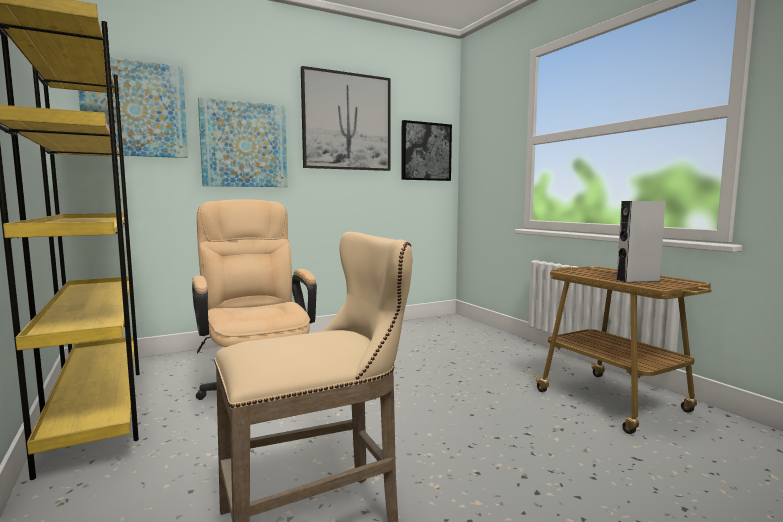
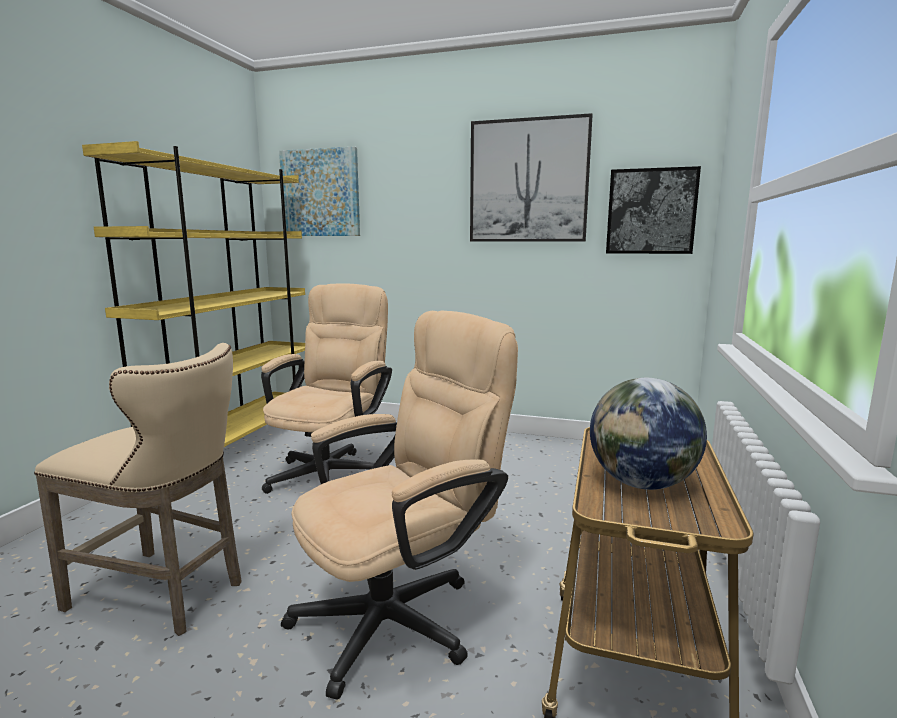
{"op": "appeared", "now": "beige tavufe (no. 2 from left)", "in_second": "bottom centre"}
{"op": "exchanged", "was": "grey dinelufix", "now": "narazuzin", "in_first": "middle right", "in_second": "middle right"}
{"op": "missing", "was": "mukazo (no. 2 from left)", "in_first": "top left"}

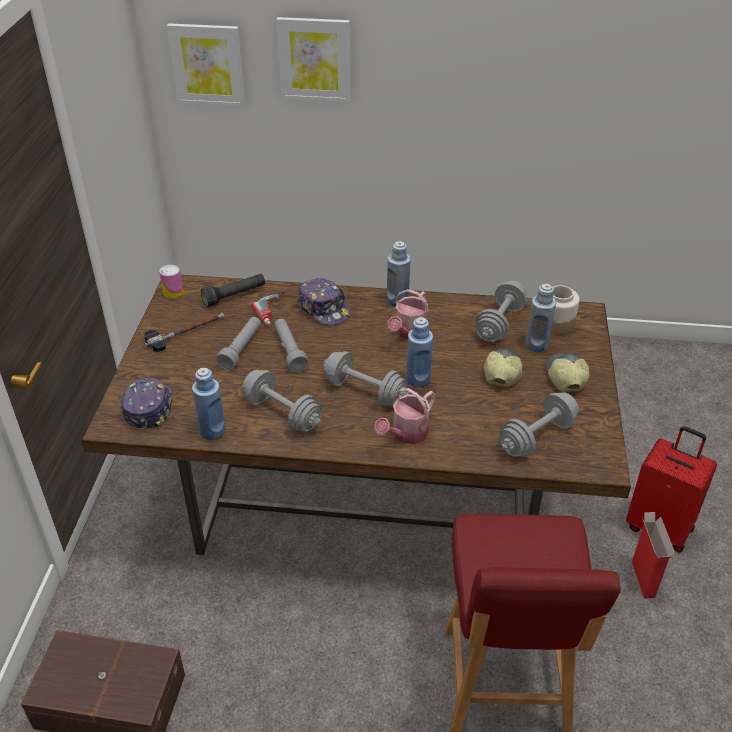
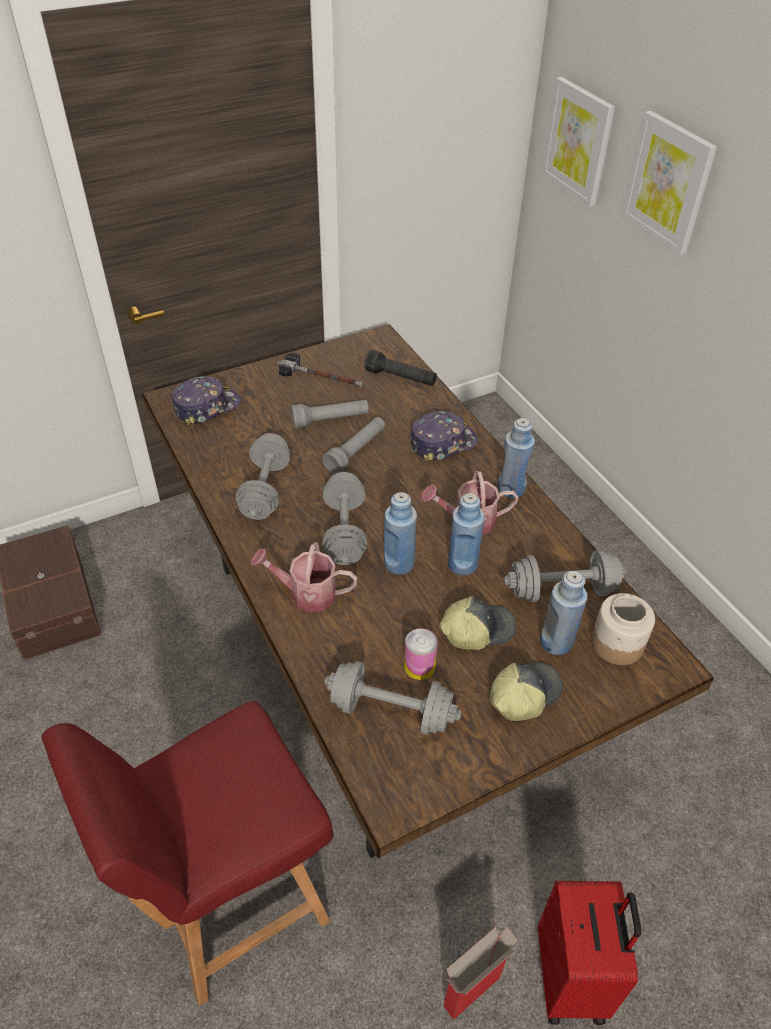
{"op": "relocated", "was": "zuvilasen", "in_first": "middle left", "in_second": "centre"}
{"op": "spun", "was": "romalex (no. 2 from left)", "in_first": "centre", "in_second": "centre", "clockwise": -135}
{"op": "relocated", "was": "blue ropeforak (no. 1 from left in the first image)", "now": "blue ropeforak (no. 2 from left)", "in_first": "middle left", "in_second": "centre"}
{"op": "missing", "was": "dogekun", "in_first": "centre"}

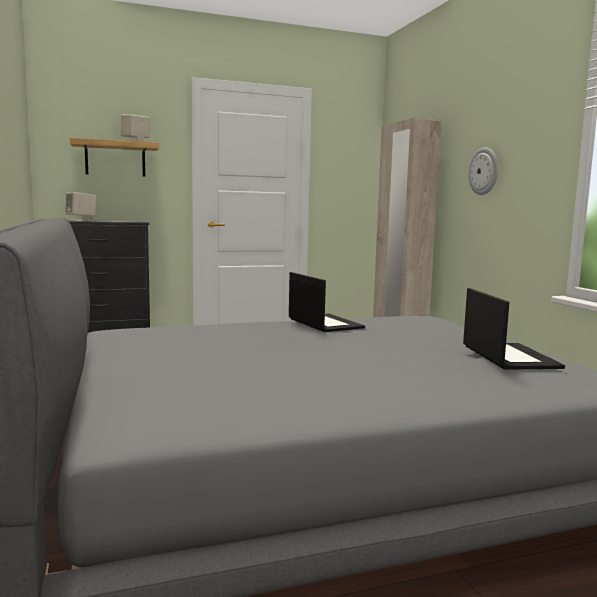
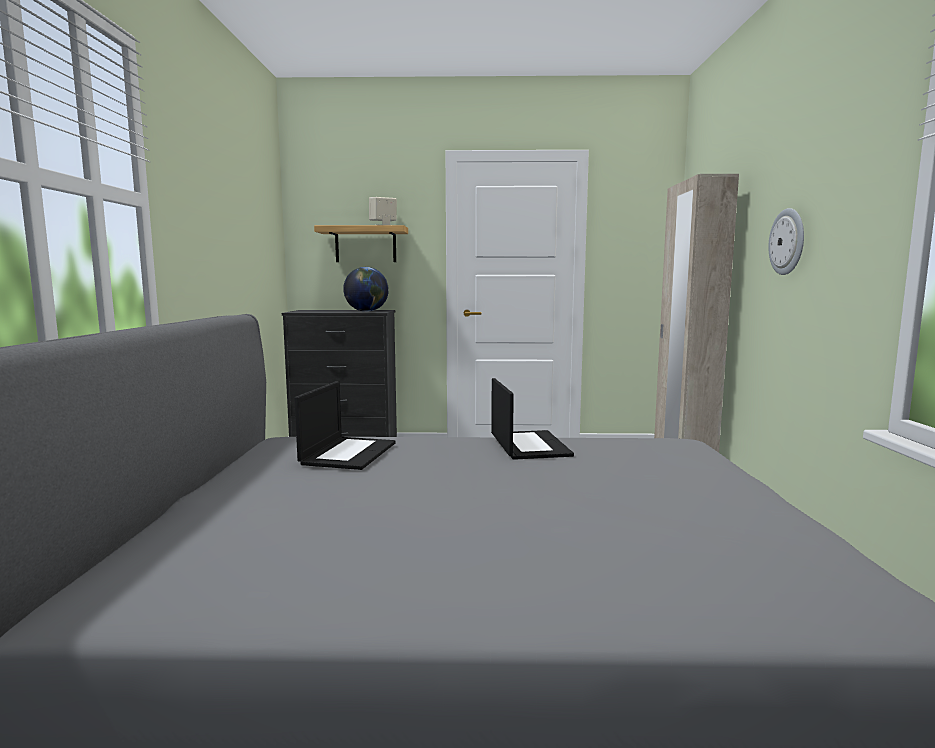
{"op": "relocated", "was": "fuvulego (no. 2 from left in the first image)", "now": "fuvulego (no. 1 from left)", "in_first": "middle right", "in_second": "centre"}
{"op": "appeared", "now": "narazuzin", "in_second": "centre"}
{"op": "missing", "was": "beige dinelufix (no. 1 from left)", "in_first": "middle left"}

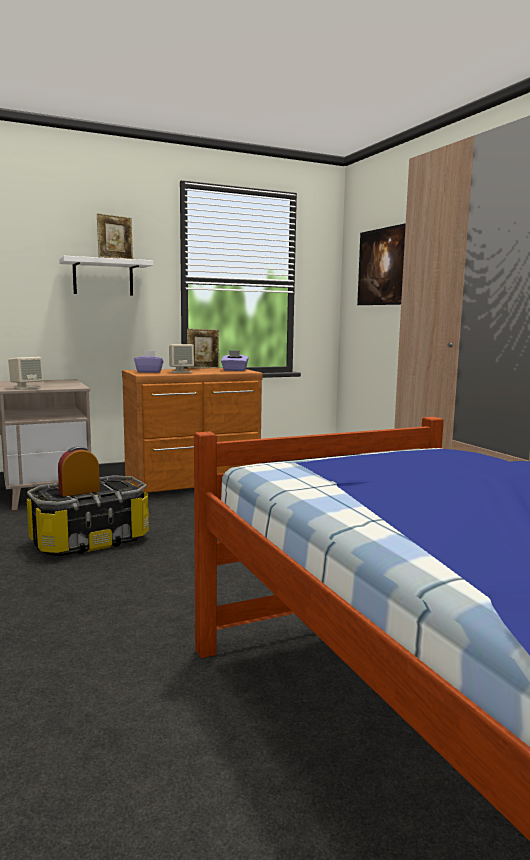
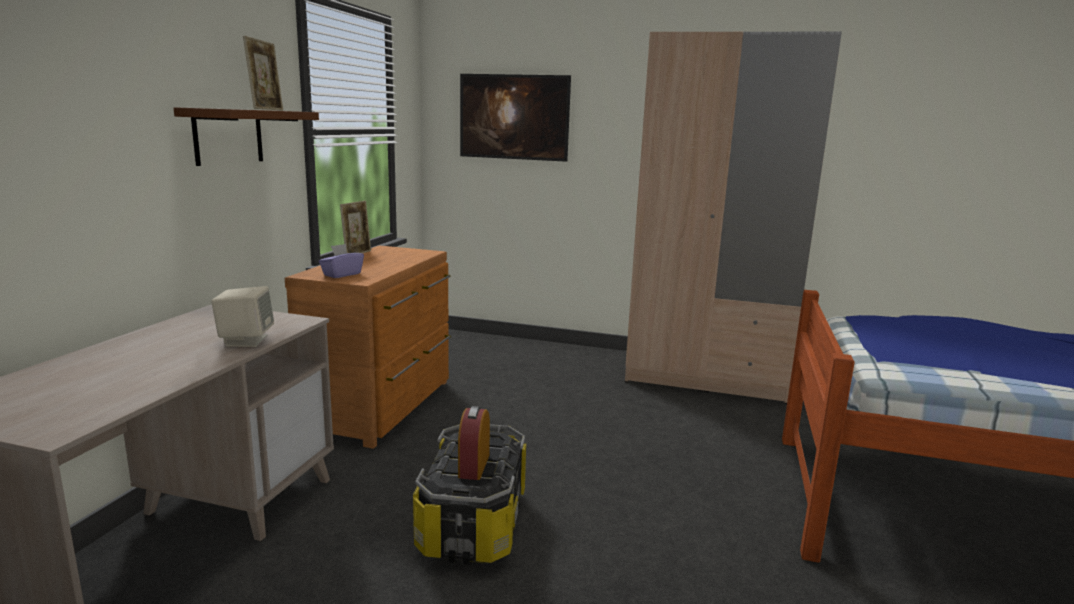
{"op": "colour", "was": "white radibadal", "now": "brown radibadal", "in_first": "top left", "in_second": "top left"}
{"op": "missing", "was": "beige dinelufix (no. 2 from left)", "in_first": "centre"}
{"op": "missing", "was": "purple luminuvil (no. 2 from left)", "in_first": "centre"}

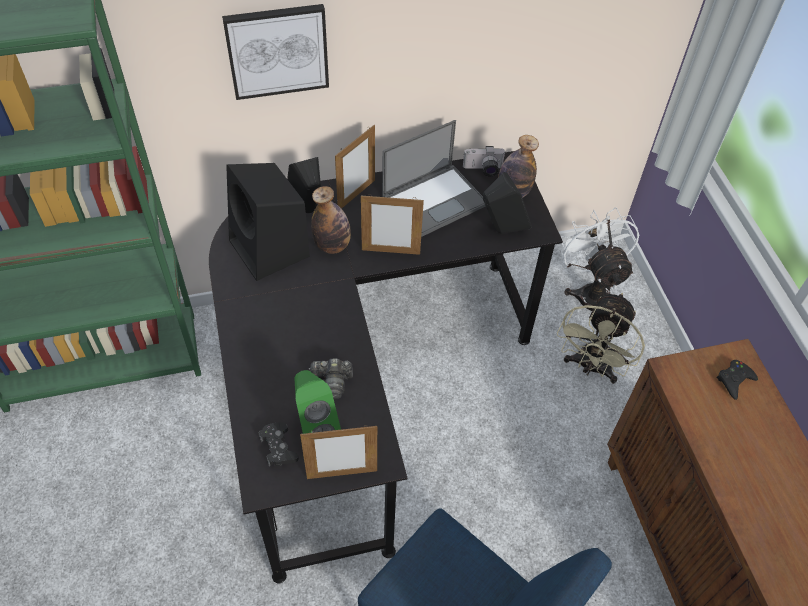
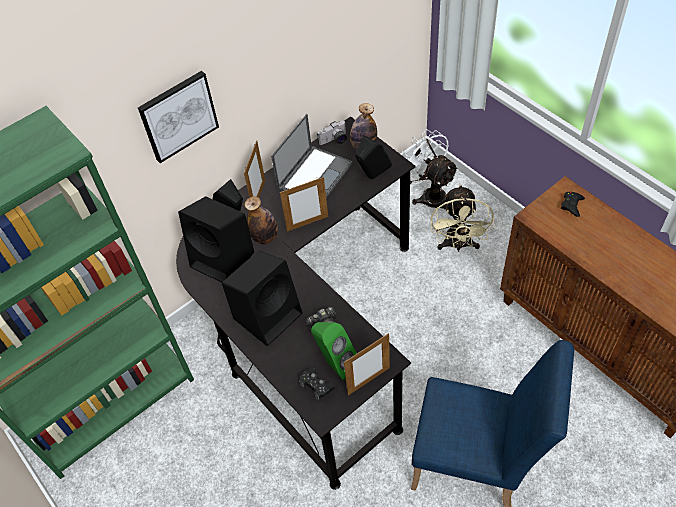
{"op": "appeared", "now": "black dinelufix (no. 3 from left)", "in_second": "centre"}

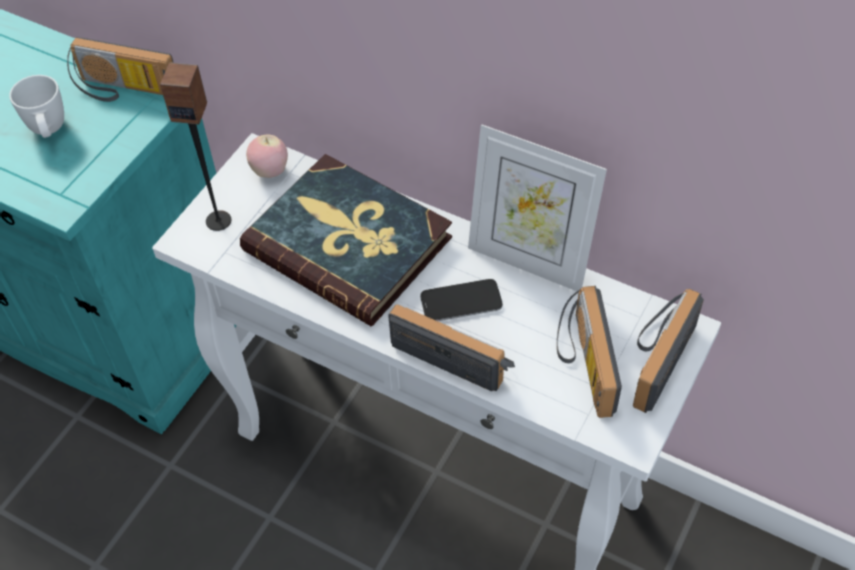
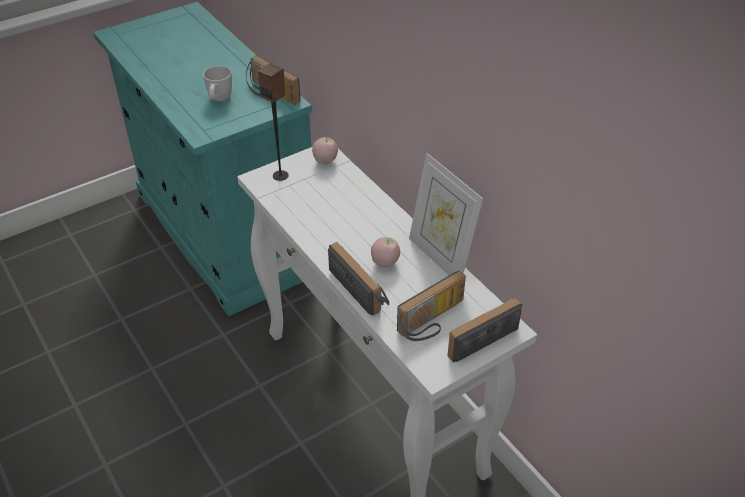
{"op": "exchanged", "was": "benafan", "now": "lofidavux (no. 2 from left)", "in_first": "centre", "in_second": "centre"}
{"op": "spun", "was": "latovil (no. 3 from left)", "in_first": "middle right", "in_second": "centre", "clockwise": -150}
{"op": "missing", "was": "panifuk", "in_first": "centre"}

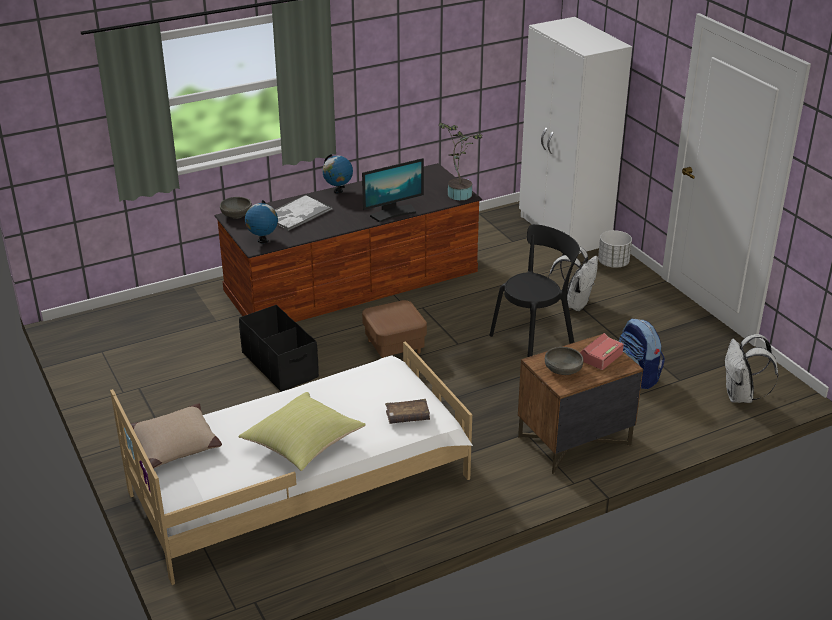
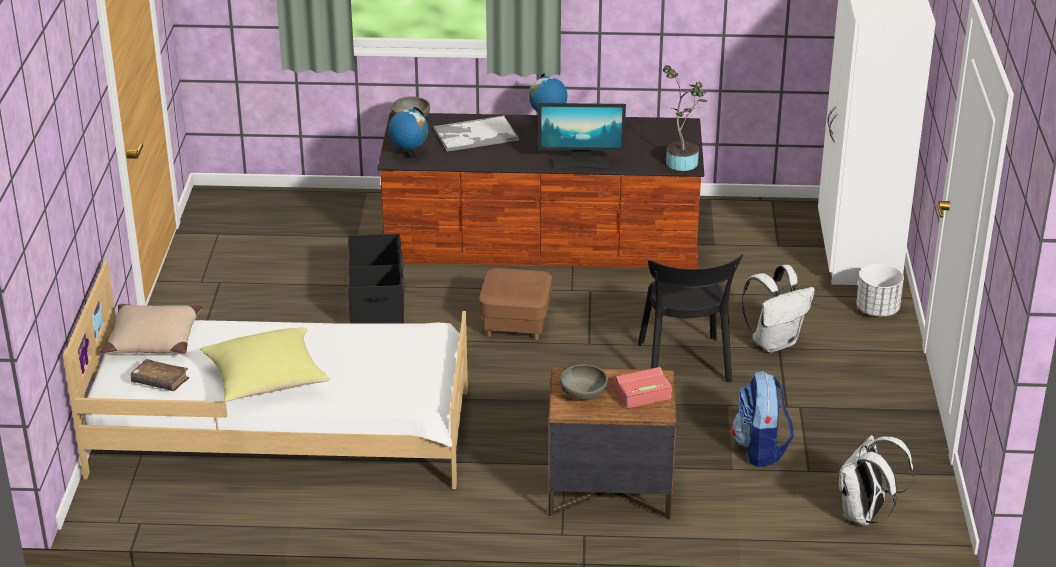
{"op": "relocated", "was": "brown panifuk", "in_first": "centre", "in_second": "middle left"}
{"op": "spun", "was": "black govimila", "in_first": "centre", "in_second": "centre", "clockwise": 90}

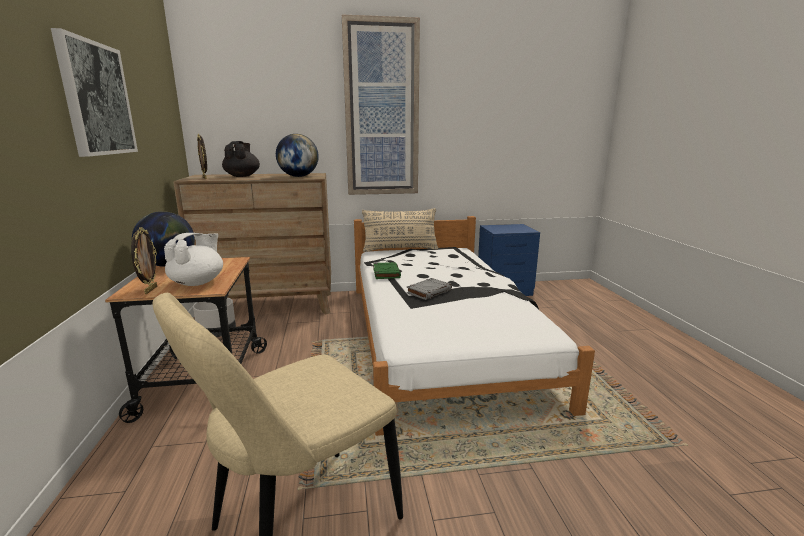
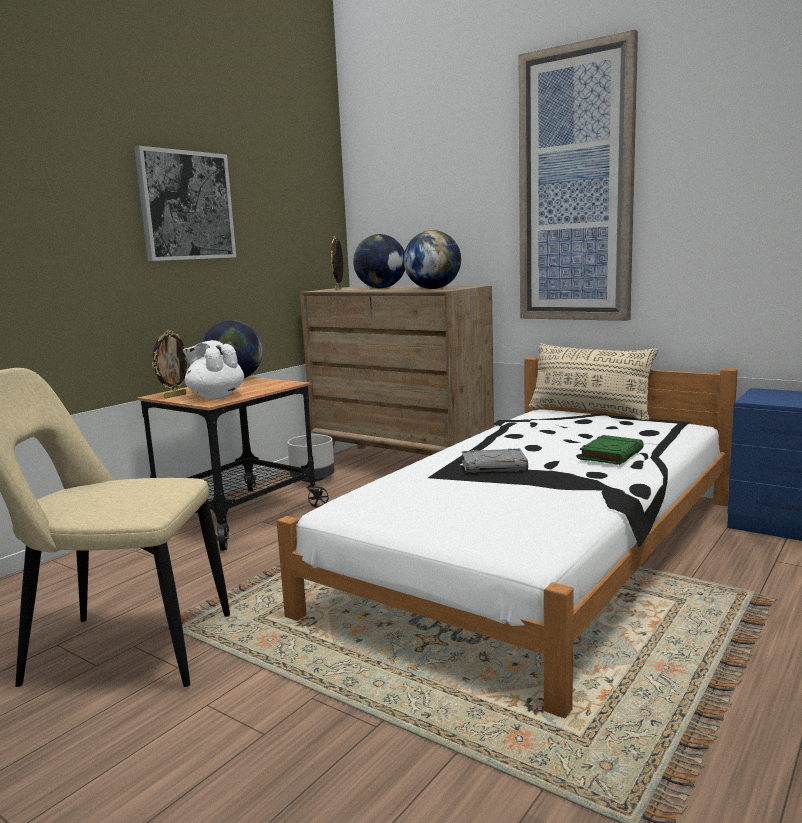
{"op": "spun", "was": "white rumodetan", "in_first": "middle left", "in_second": "middle left", "clockwise": -120}
{"op": "exchanged", "was": "black rumodetan", "now": "narazuzin (no. 2 from left)", "in_first": "top left", "in_second": "top centre"}
{"op": "relocated", "was": "green panifuk", "in_first": "centre", "in_second": "middle right"}

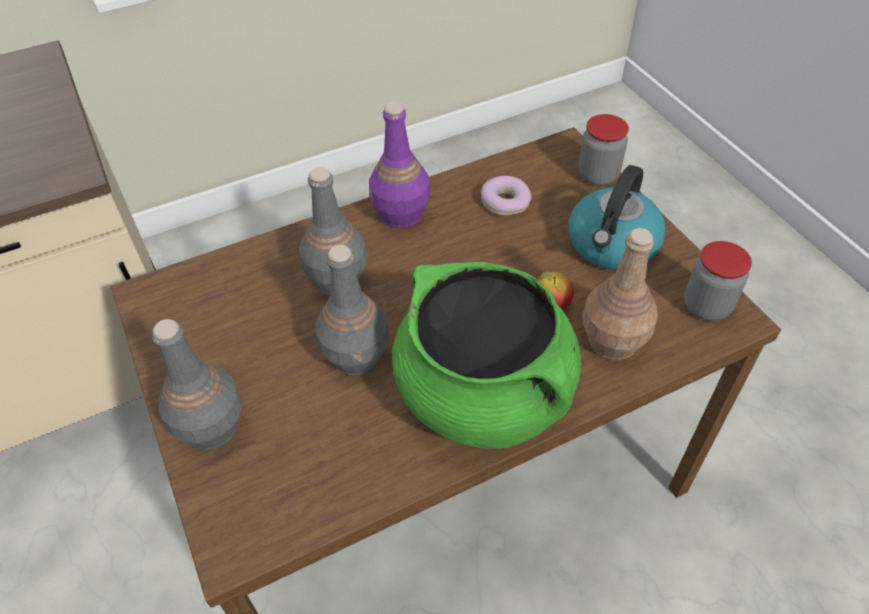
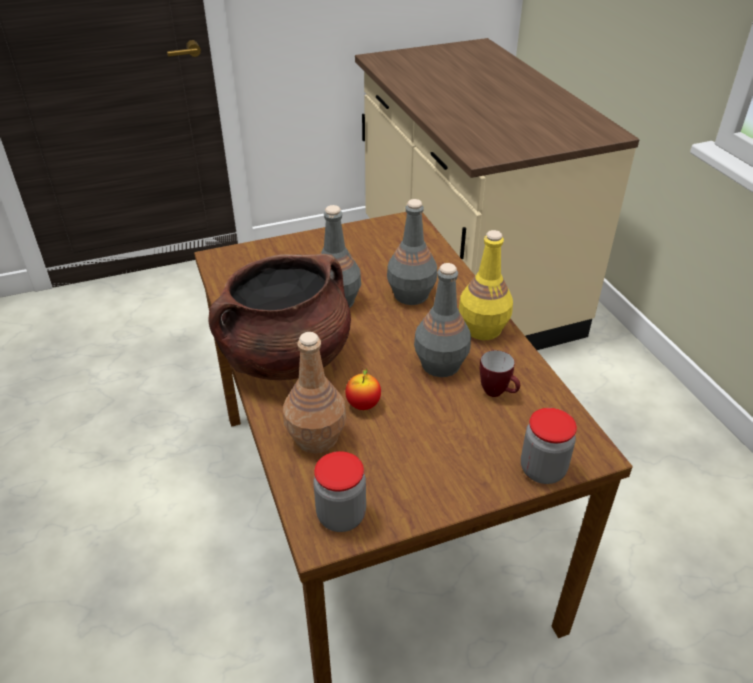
{"op": "colour", "was": "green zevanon", "now": "brown zevanon", "in_first": "centre", "in_second": "centre"}
{"op": "relocated", "was": "grey ropeforak (no. 1 from left in the first image)", "now": "grey ropeforak (no. 3 from left)", "in_first": "middle left", "in_second": "centre"}
{"op": "colour", "was": "purple ropeforak", "now": "yellow ropeforak", "in_first": "top centre", "in_second": "centre"}
{"op": "exchanged", "was": "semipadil", "now": "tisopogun", "in_first": "top centre", "in_second": "centre"}
{"op": "missing", "was": "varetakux", "in_first": "middle right"}

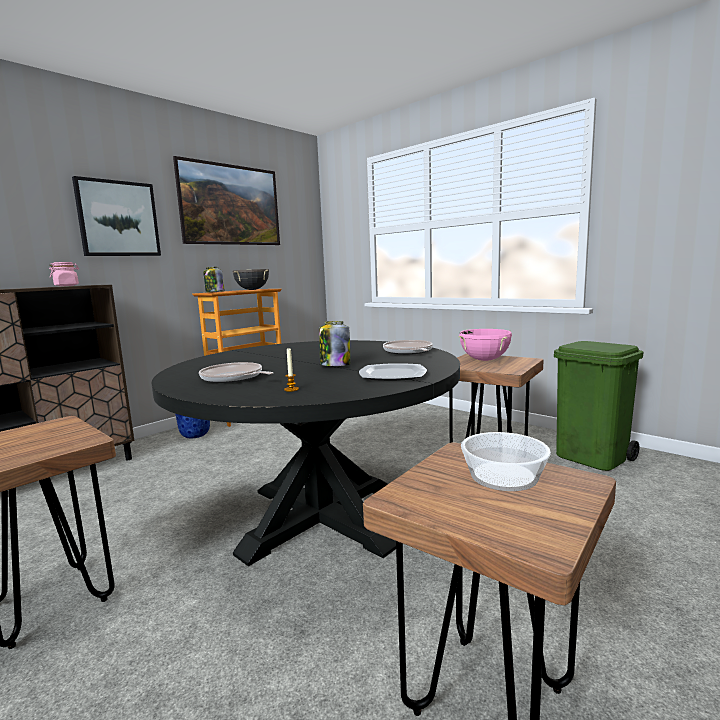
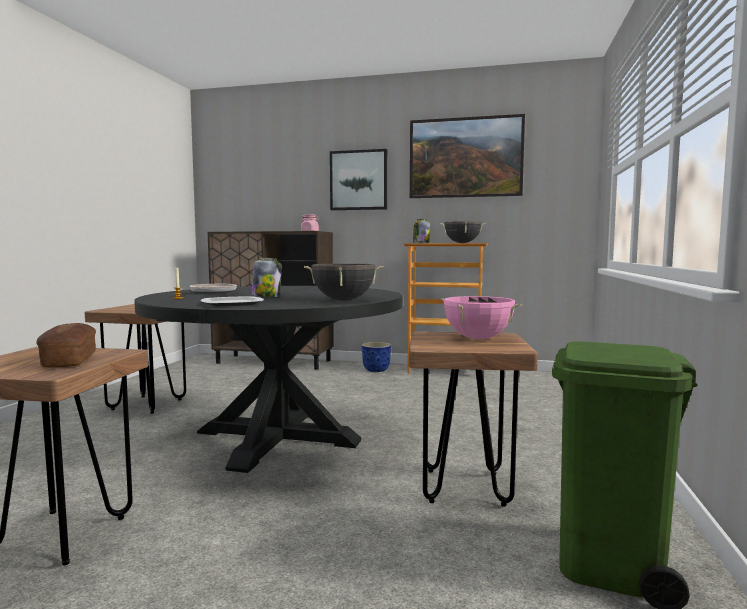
{"op": "exchanged", "was": "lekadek", "now": "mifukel", "in_first": "middle right", "in_second": "middle left"}
{"op": "exchanged", "was": "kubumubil (no. 2 from left)", "now": "black zevanon (no. 1 from left)", "in_first": "centre", "in_second": "centre"}

